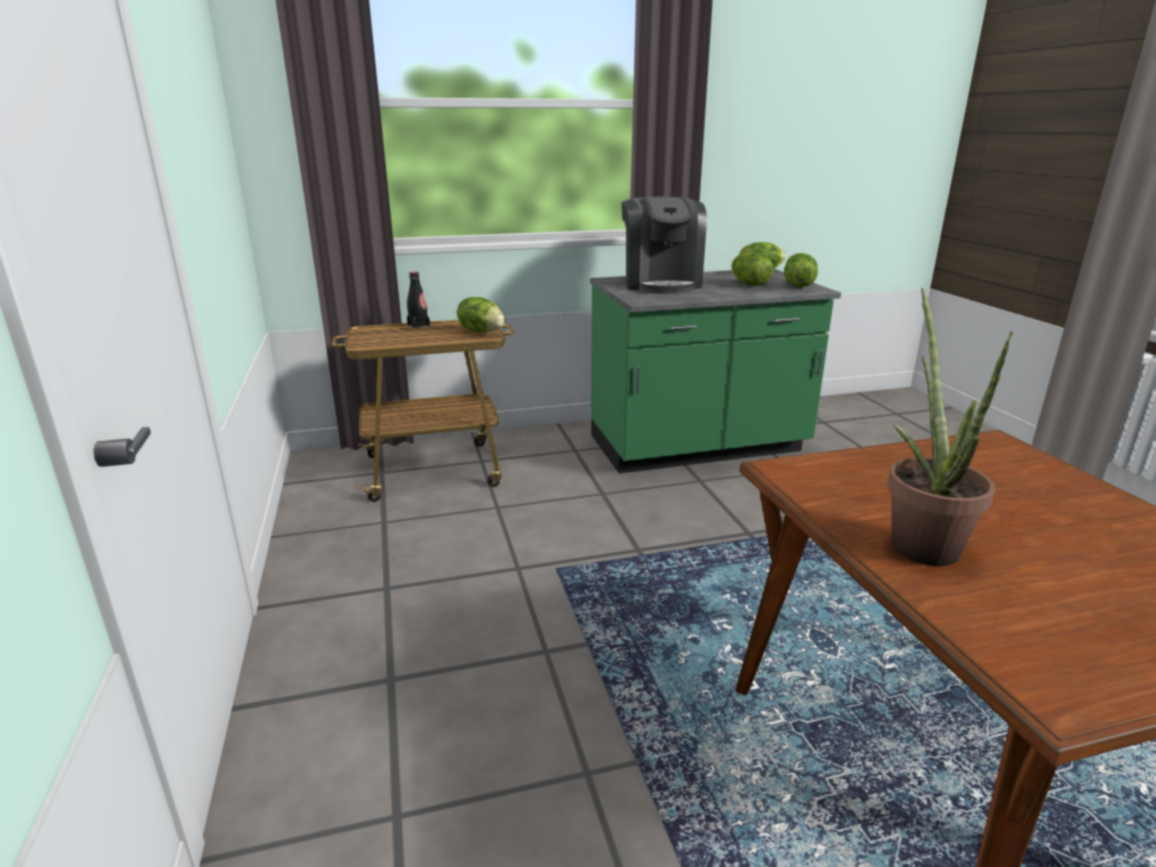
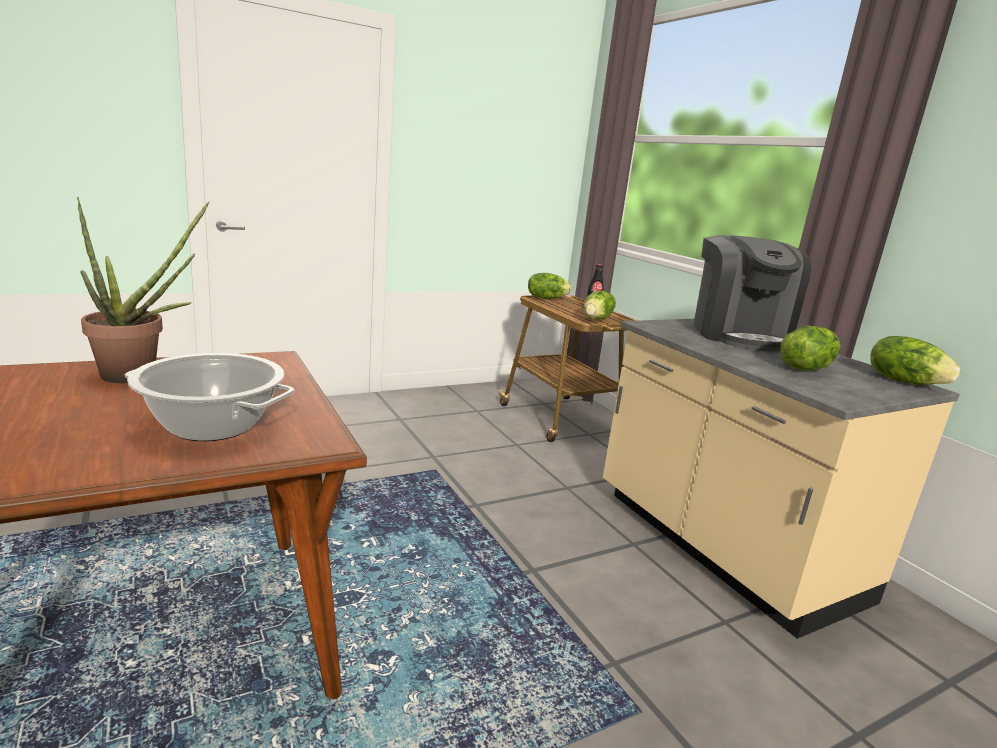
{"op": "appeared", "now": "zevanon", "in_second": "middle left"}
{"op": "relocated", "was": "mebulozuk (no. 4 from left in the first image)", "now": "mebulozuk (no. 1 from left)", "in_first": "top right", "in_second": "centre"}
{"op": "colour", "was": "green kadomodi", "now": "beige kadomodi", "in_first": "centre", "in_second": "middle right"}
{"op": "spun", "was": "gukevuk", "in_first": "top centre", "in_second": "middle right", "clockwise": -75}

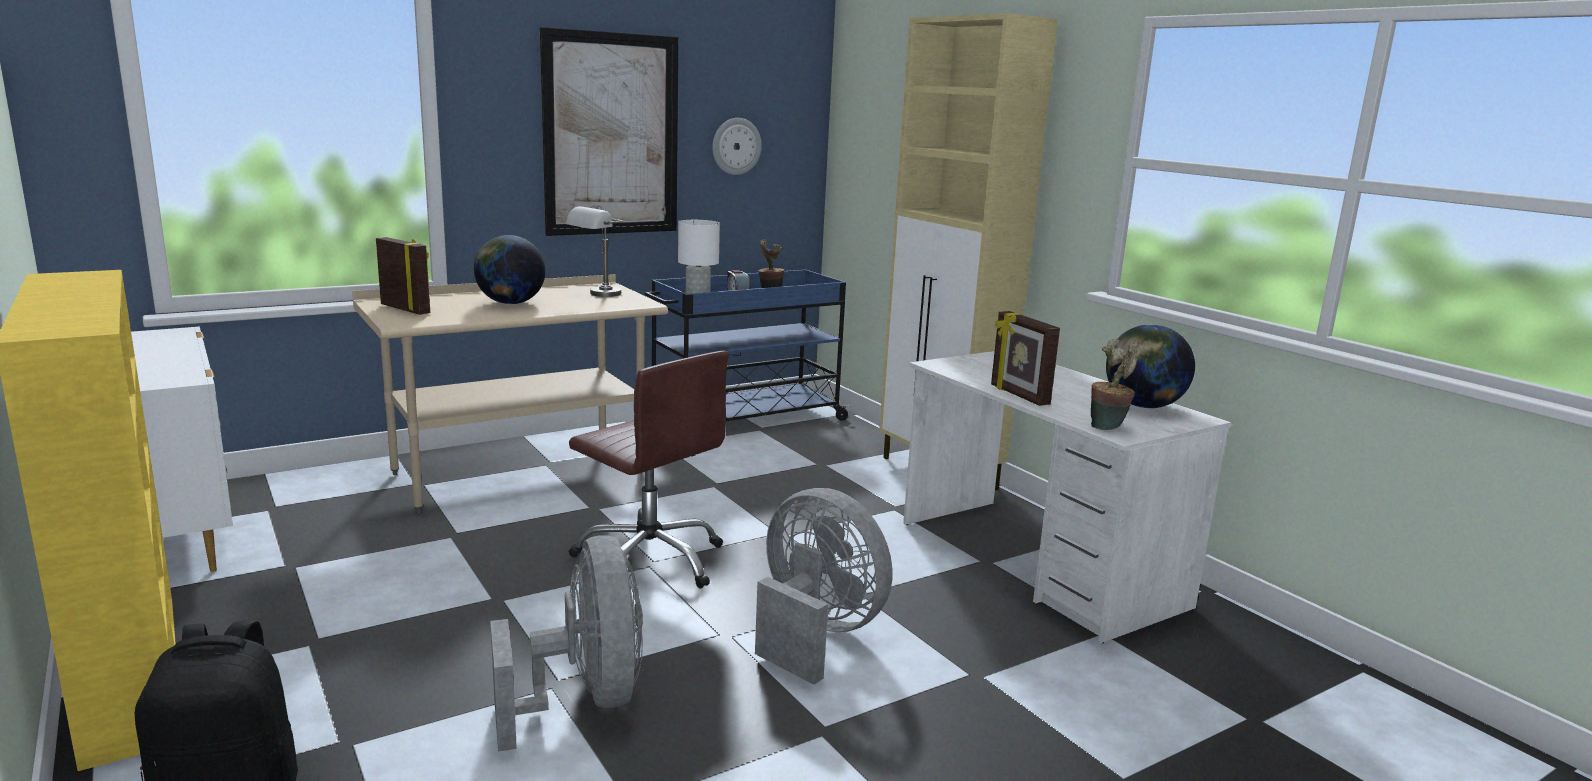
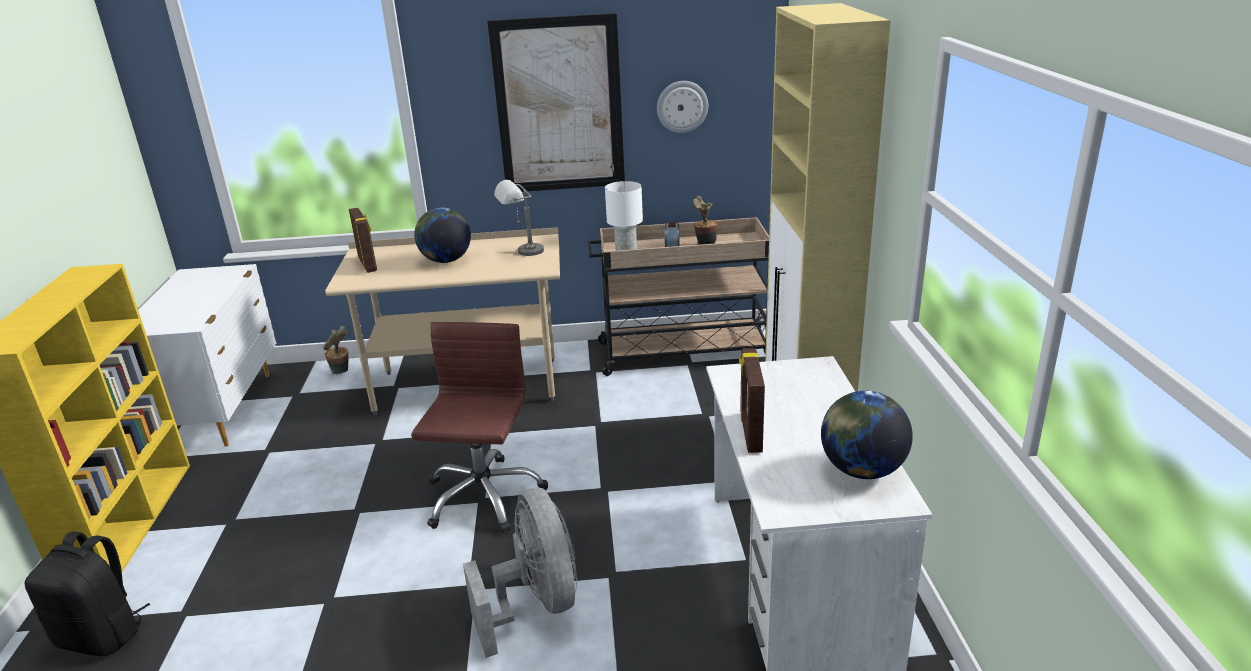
{"op": "relocated", "was": "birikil (no. 2 from left in the first image)", "now": "birikil (no. 1 from left)", "in_first": "middle right", "in_second": "middle left"}
{"op": "spun", "was": "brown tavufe", "in_first": "centre", "in_second": "centre", "clockwise": -150}
{"op": "colour", "was": "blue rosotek", "now": "beige rosotek", "in_first": "centre", "in_second": "centre"}
{"op": "missing", "was": "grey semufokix (no. 1 from left)", "in_first": "bottom centre"}

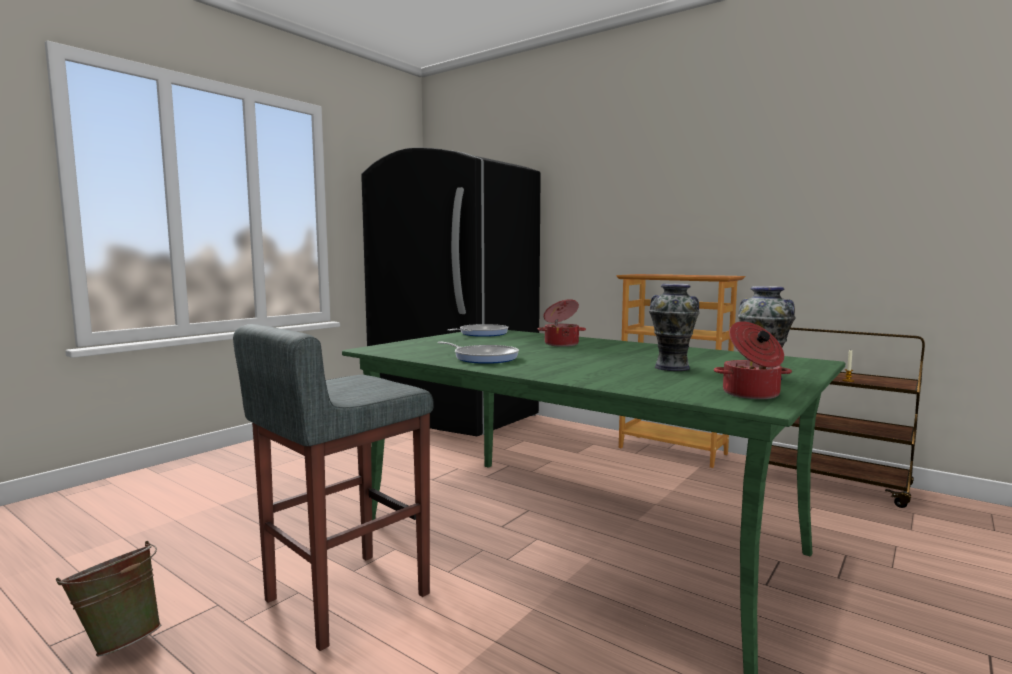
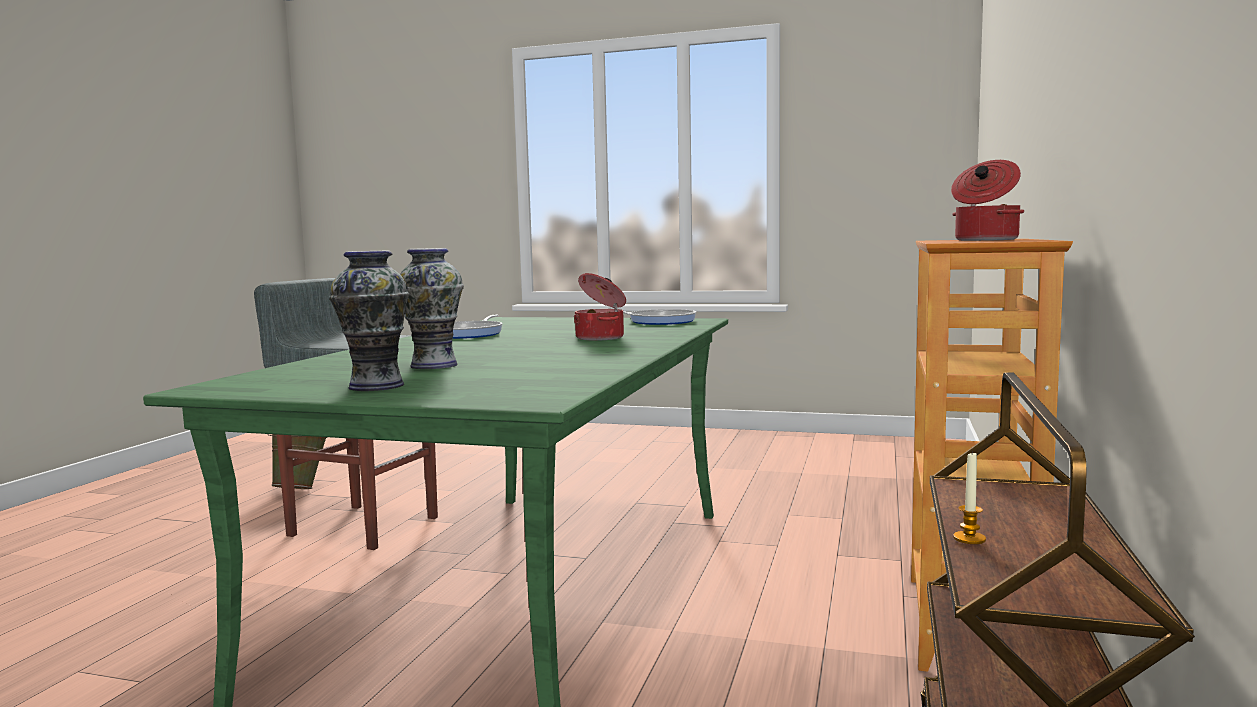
{"op": "relocated", "was": "zevanon (no. 2 from left)", "in_first": "middle right", "in_second": "top right"}
{"op": "missing", "was": "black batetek", "in_first": "centre"}

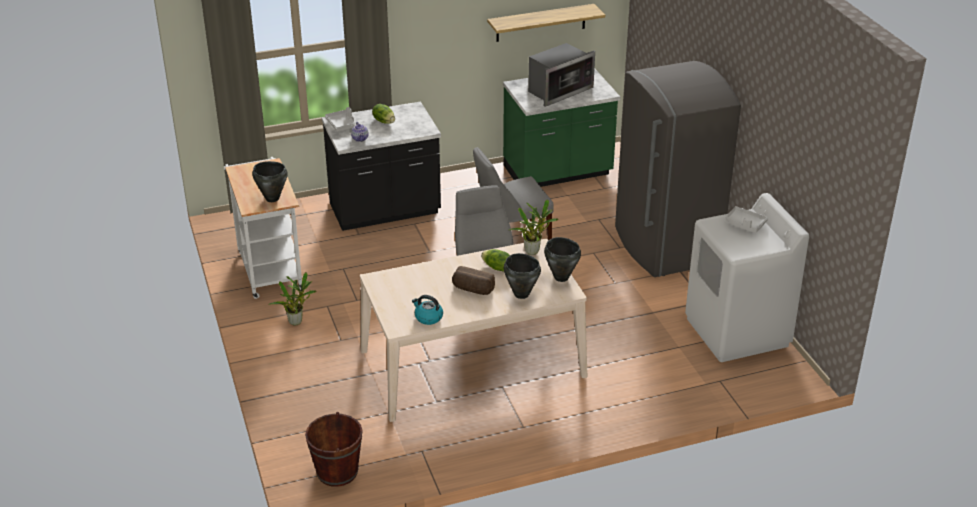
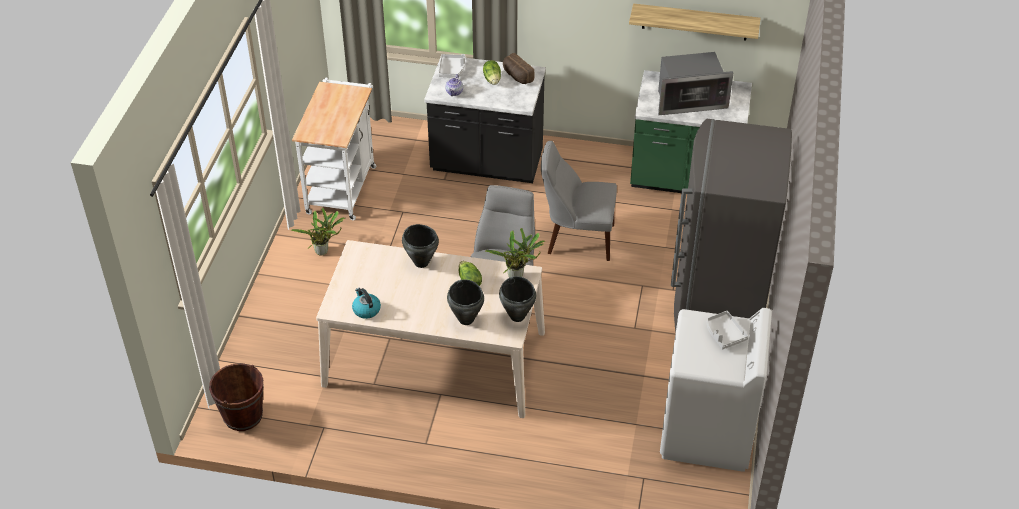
{"op": "relocated", "was": "black zevanon (no. 1 from left)", "in_first": "middle left", "in_second": "centre"}
{"op": "relocated", "was": "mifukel", "in_first": "centre", "in_second": "top centre"}

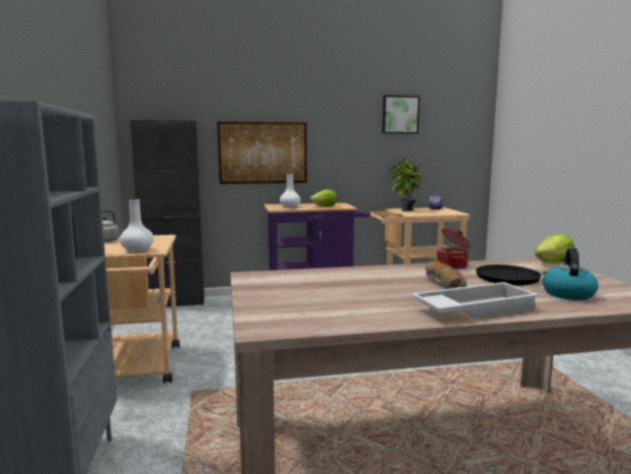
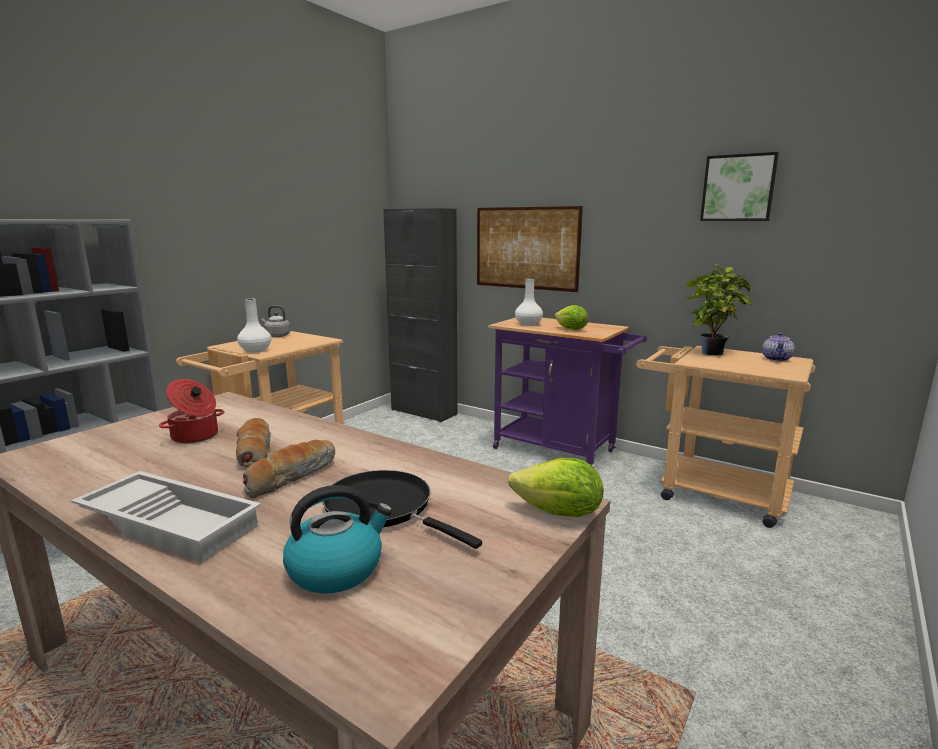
{"op": "relocated", "was": "zevanon", "in_first": "middle right", "in_second": "middle left"}
{"op": "appeared", "now": "mifukel (no. 1 from left)", "in_second": "middle left"}

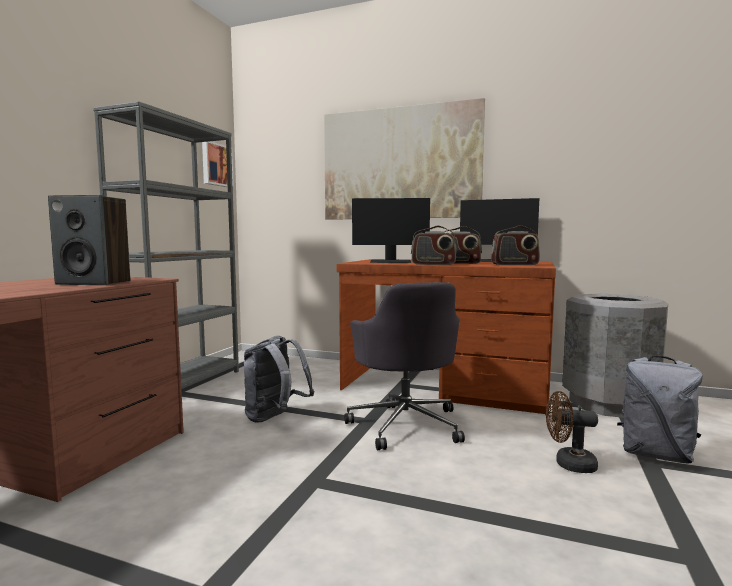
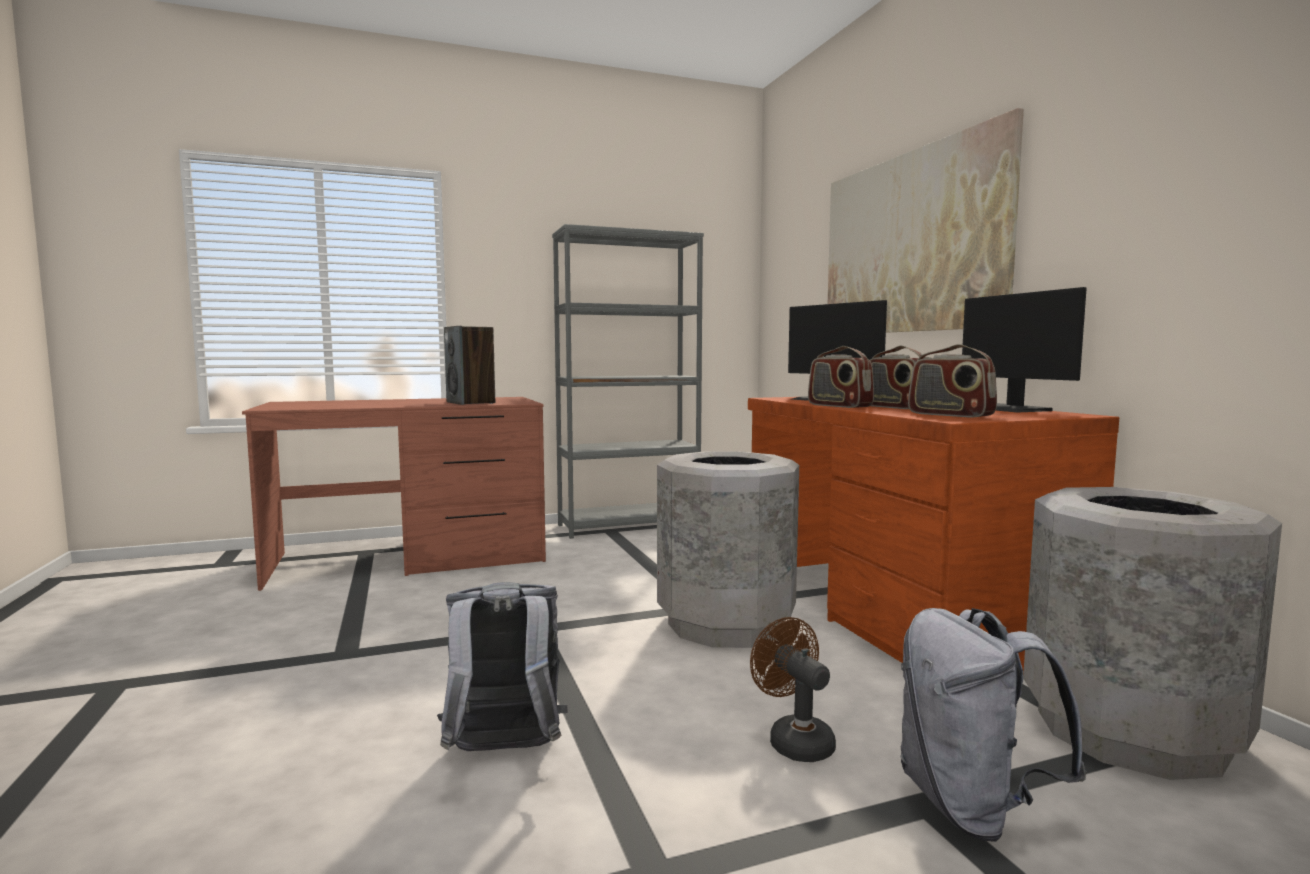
{"op": "relocated", "was": "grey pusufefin (no. 1 from left)", "in_first": "centre", "in_second": "bottom centre"}
{"op": "exchanged", "was": "grey tavufe", "now": "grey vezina (no. 1 from left)", "in_first": "centre", "in_second": "centre"}
{"op": "missing", "was": "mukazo (no. 1 from left)", "in_first": "top left"}

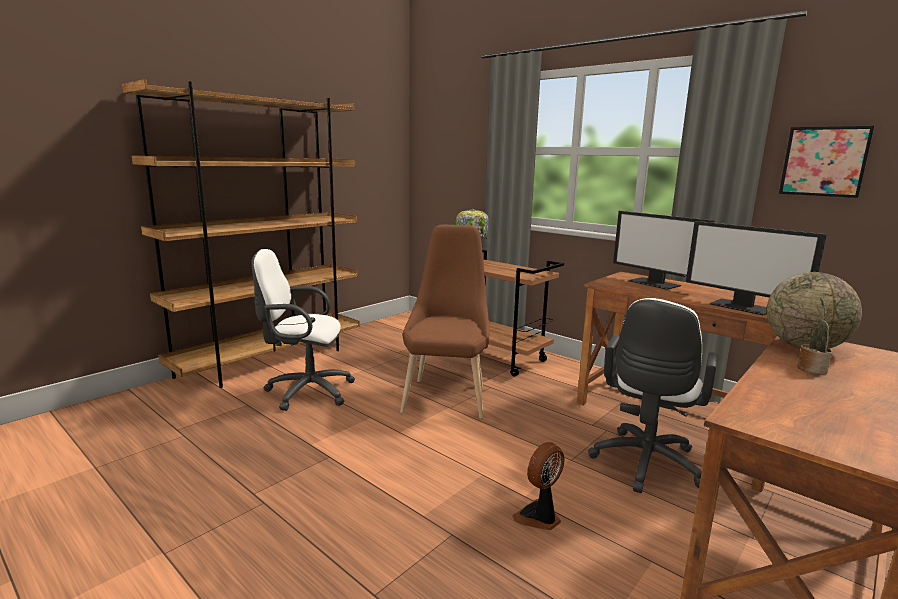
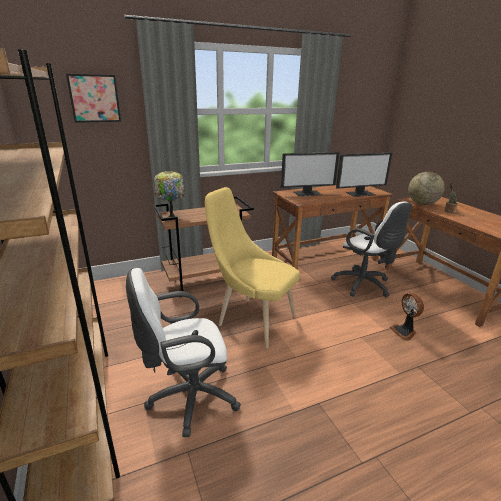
{"op": "relocated", "was": "mukazo", "in_first": "top right", "in_second": "top left"}
{"op": "spun", "was": "white tavufe (no. 1 from left)", "in_first": "centre", "in_second": "bottom centre", "clockwise": 45}
{"op": "colour", "was": "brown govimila", "now": "yellow govimila", "in_first": "centre", "in_second": "centre"}

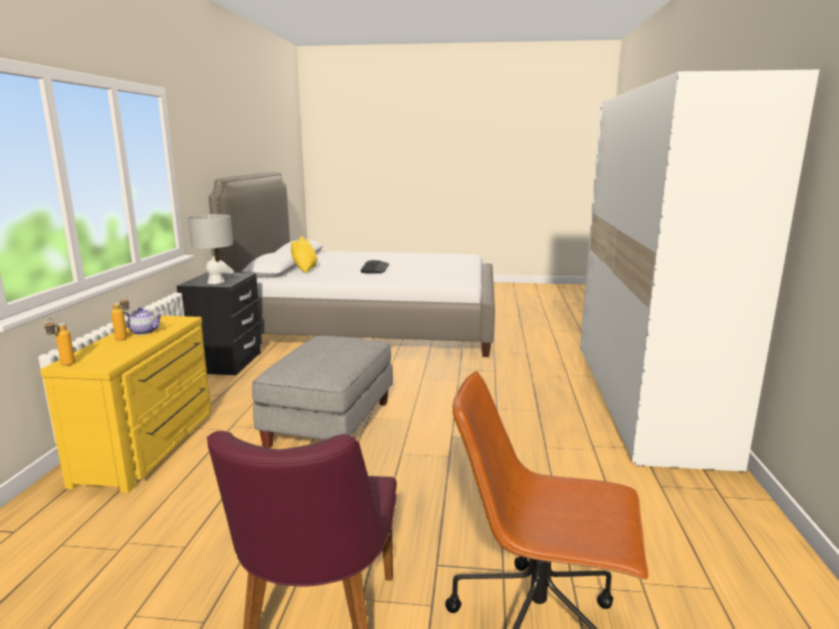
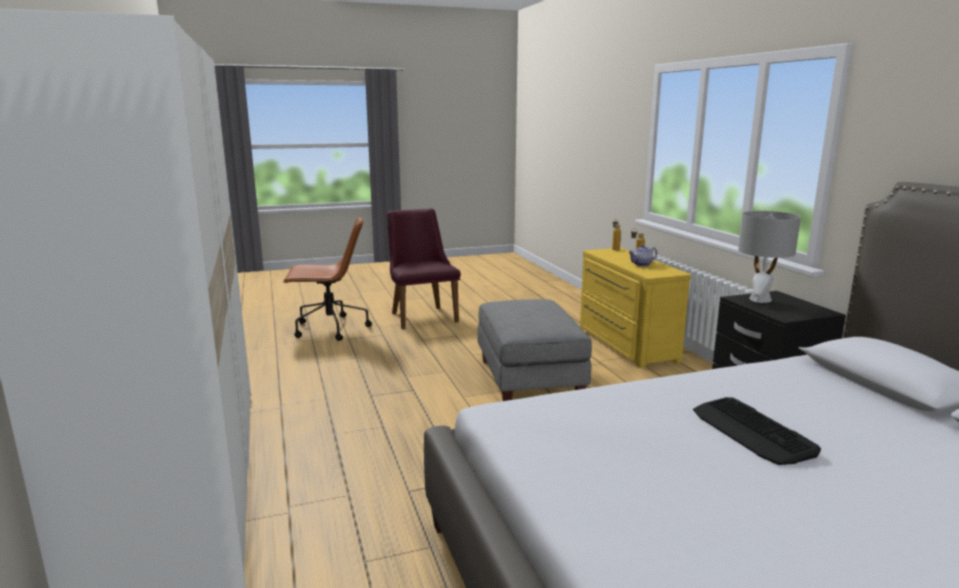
{"op": "missing", "was": "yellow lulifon", "in_first": "centre"}

